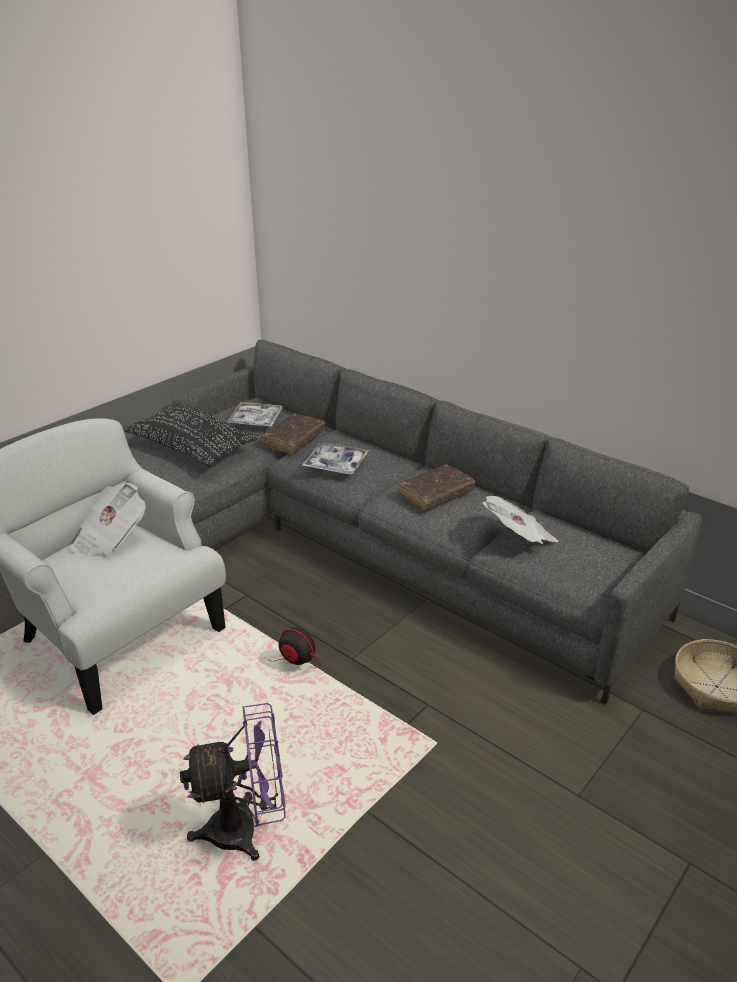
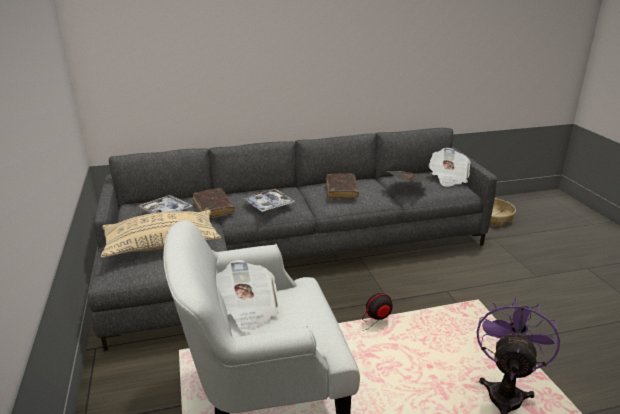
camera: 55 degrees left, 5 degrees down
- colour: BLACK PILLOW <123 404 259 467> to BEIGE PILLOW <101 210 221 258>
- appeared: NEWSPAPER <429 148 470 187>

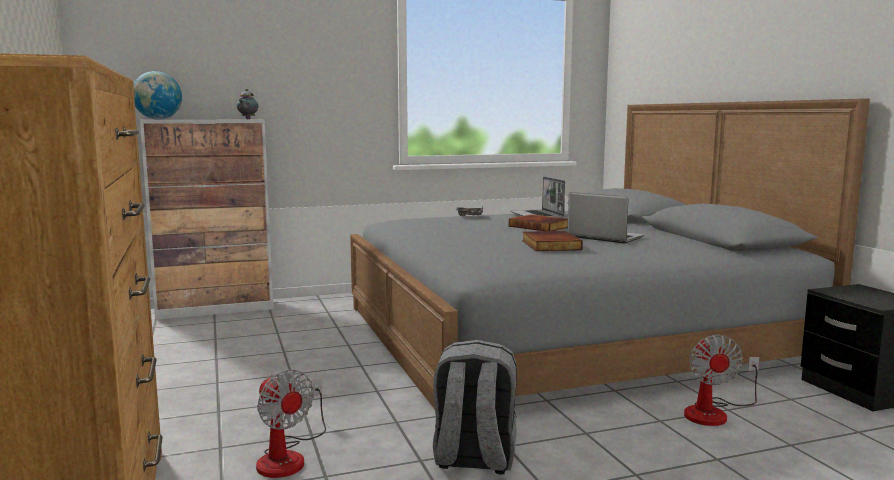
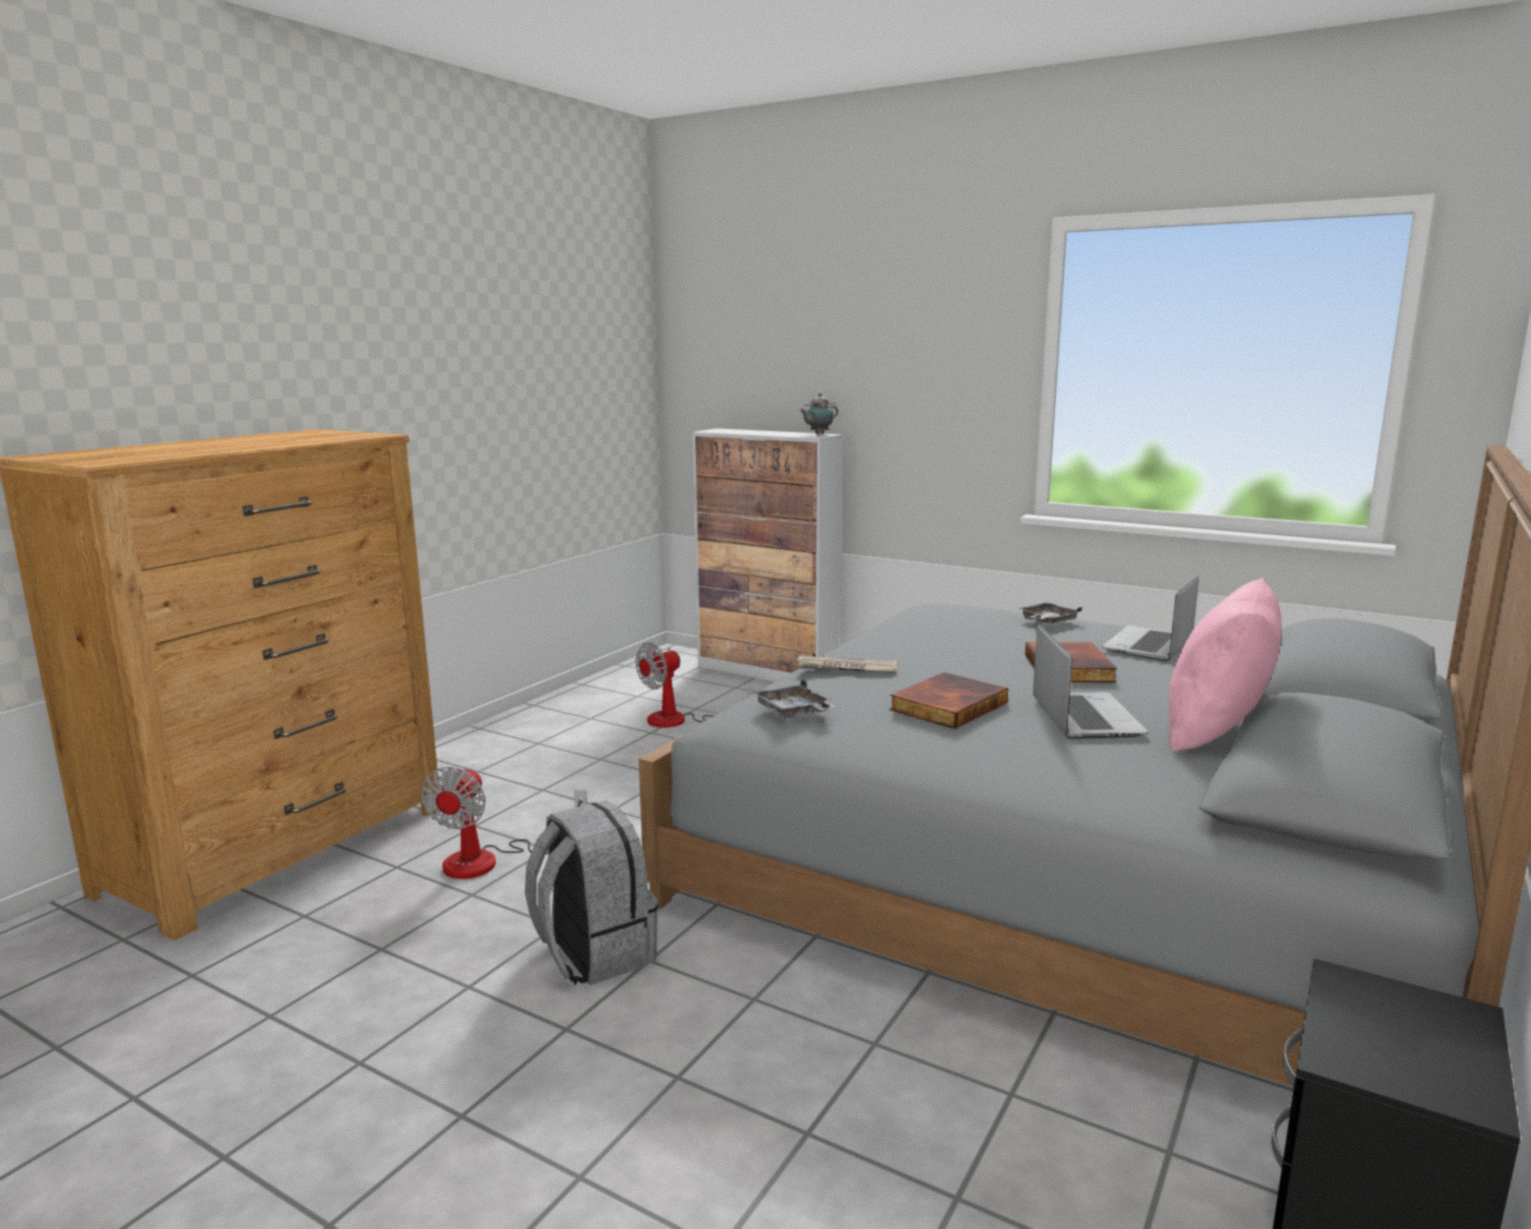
camera: 50 degrees right, 5 degrees up
- missing: GLOBE <134 71 182 119>
- relocated: FAN <684 335 759 426> to <635 642 755 728>
- appeared: PINK PILLOW <1169 578 1281 752>
- appeared: NEWSPAPER <794 656 898 673>
- appeared: GREY TRAY <753 680 837 718>

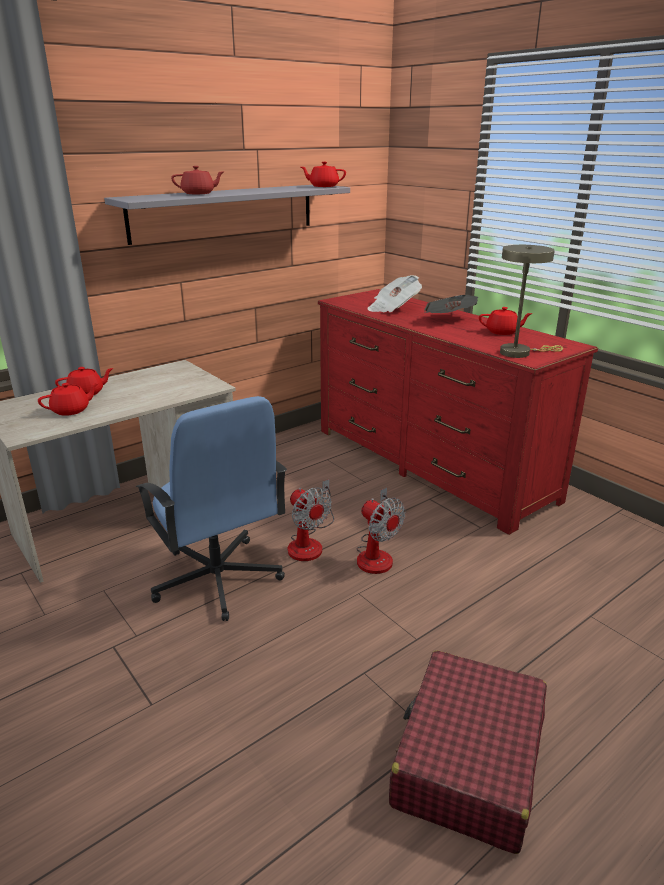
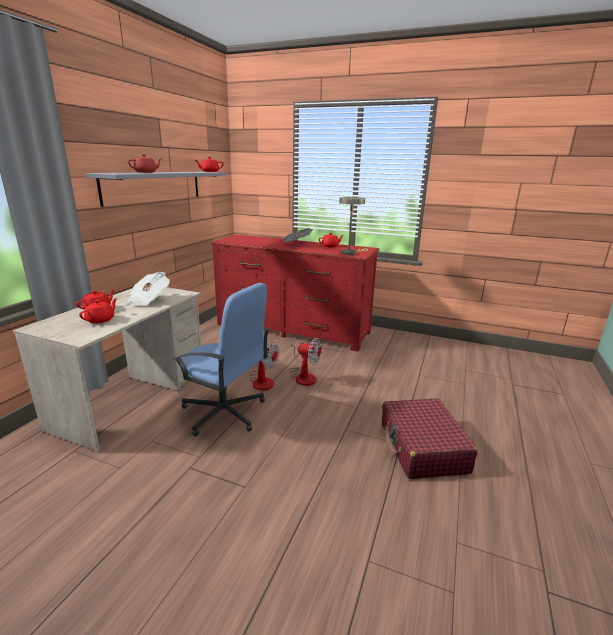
camera: 30 degrees left, 5 degrees down
- relocated: NEWSPAPER <367 275 422 312> to <125 272 170 306>

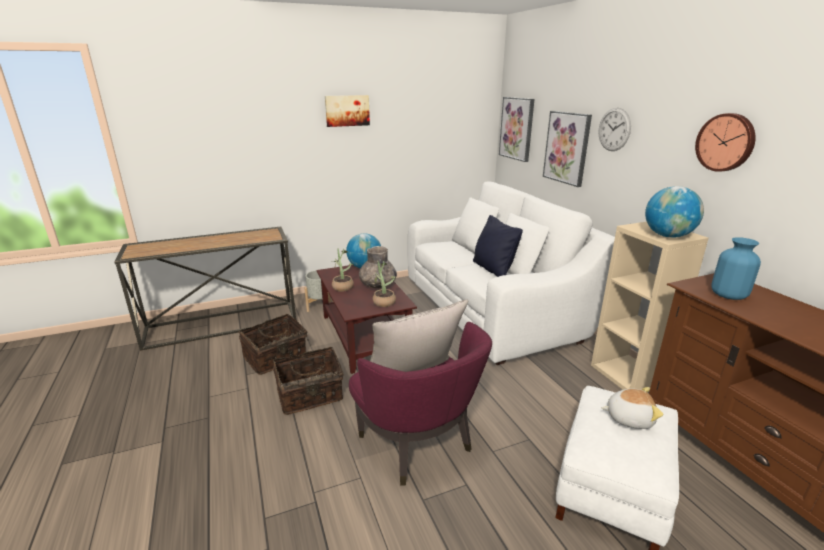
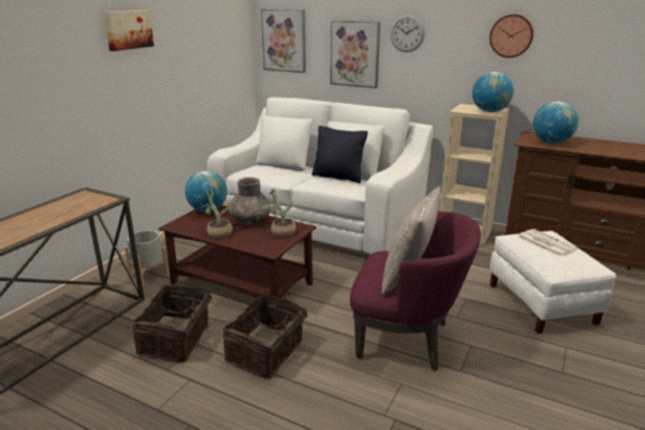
camera: 40 degrees left, 0 degrees up
- exchanged: BLUE VASE <711 237 761 300> to GLOBE <533 101 578 143>
- exchanged: PLUSH TOY <602 387 664 429> to NEWSPAPER <518 229 578 257>

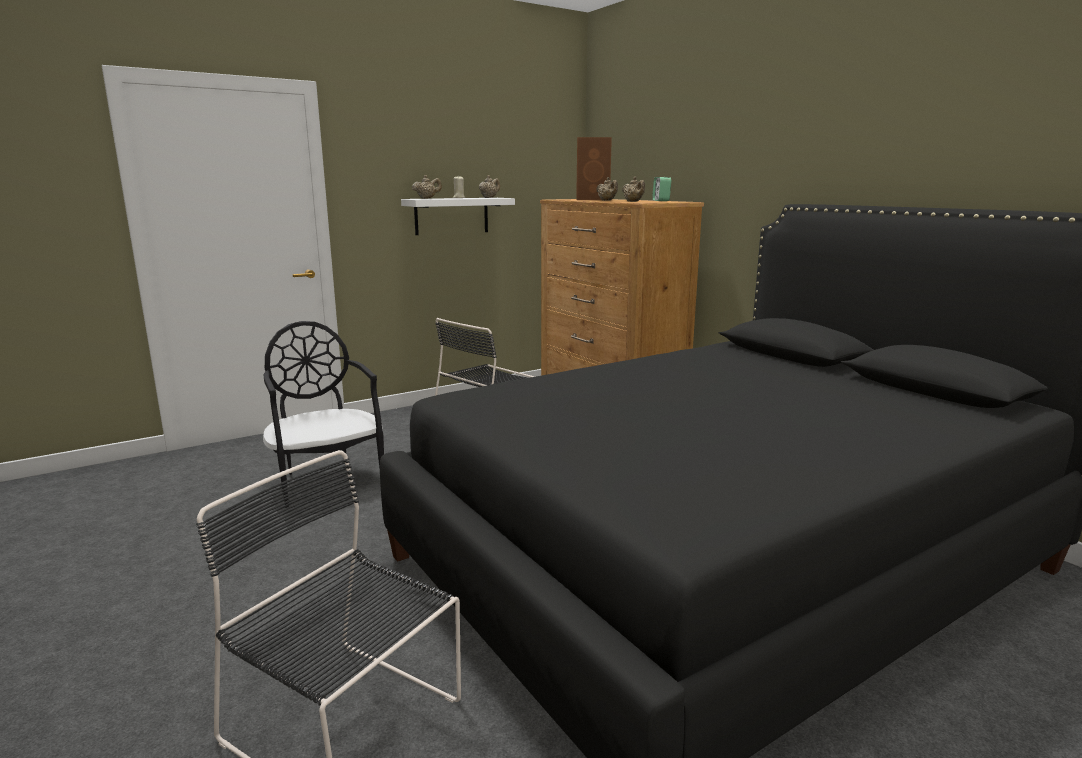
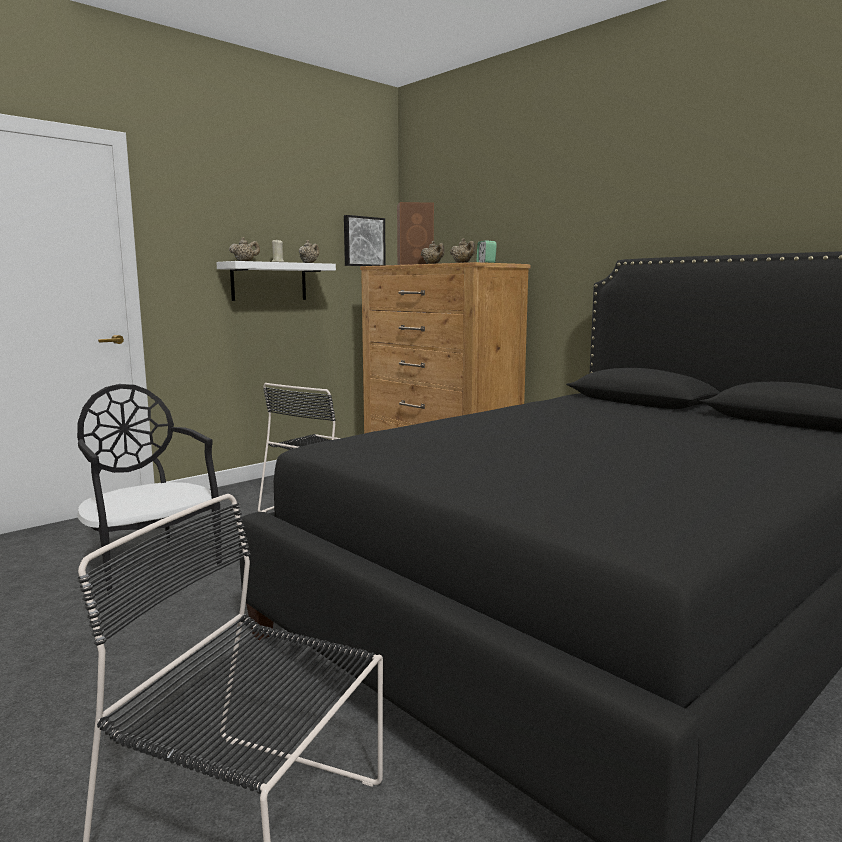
camera: 10 degrees left, 5 degrees down
- appeared: PICTURE <344 215 386 266>

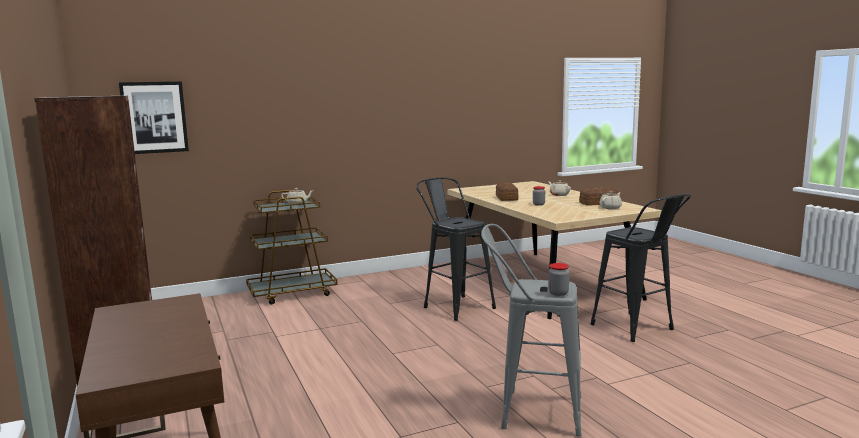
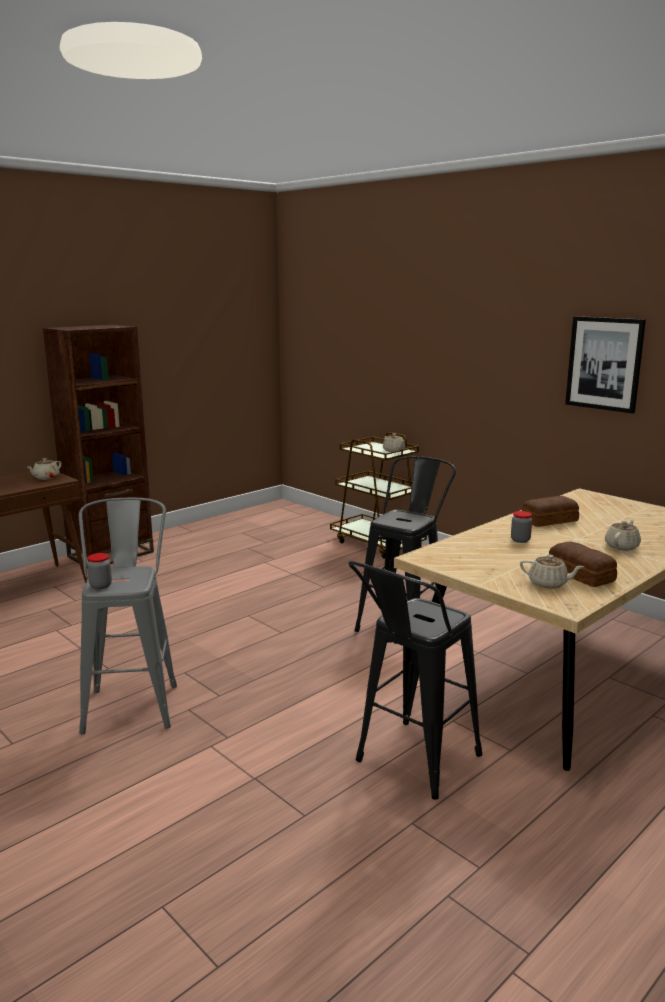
camera: 70 degrees right, 5 degrees up
- relocated: PICTURE <119 81 189 154> to <565 316 646 413>
- appeared: BEIGE TEAPOT <27 458 62 480>

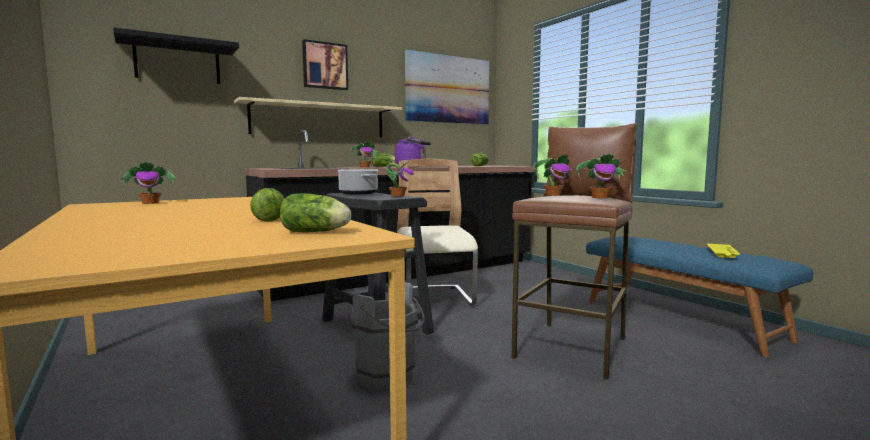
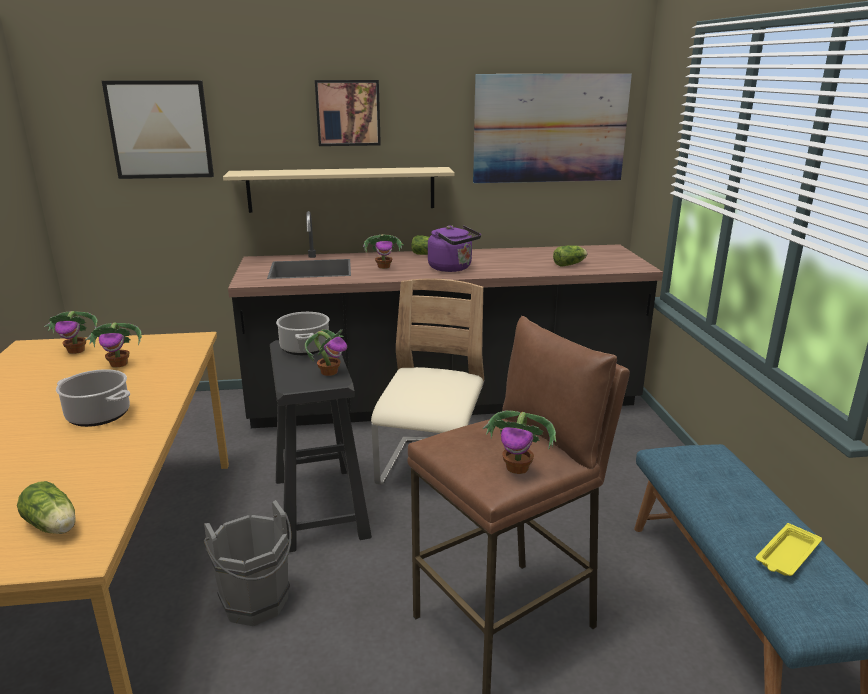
camera: 25 degrees right, 15 degrees up
- exchanged: BLACK SHELF <113 27 239 84> to PICTURE <102 80 214 179>
- relocated: POTTED PLANT <533 154 572 196> to <85 323 142 367>
- missing: LETTUCE <250 188 285 222>
- appeared: COOKING POT <56 369 130 427>

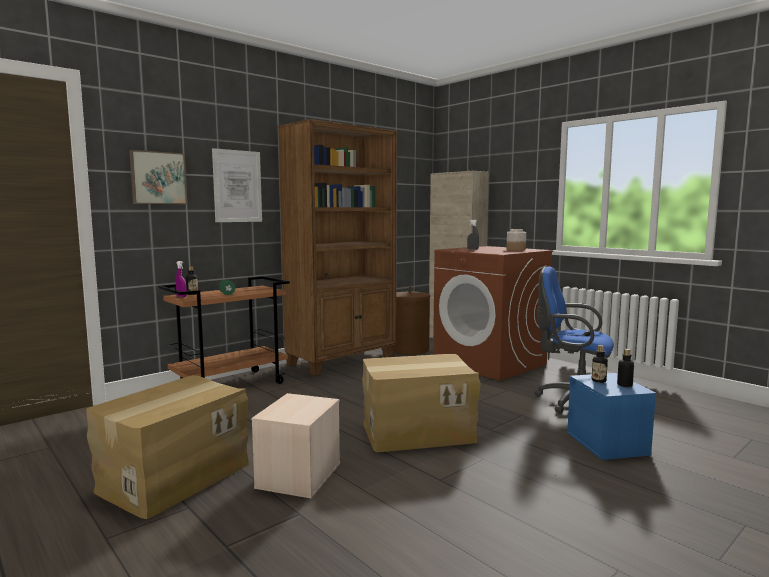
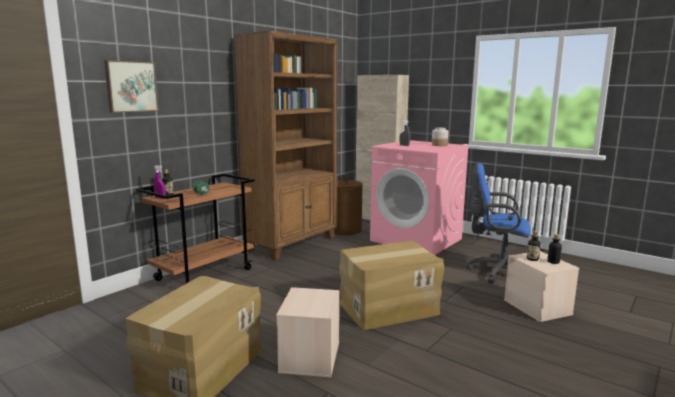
camera: 10 degrees left, 5 degrees up
- missing: PICTURE <212 148 262 222>
- colour: BROWN WASHING MACHINE <433 246 553 381> to PINK WASHING MACHINE <370 140 469 255>
- colour: BLUE STORAGE BOX <567 373 656 460> to BEIGE STORAGE BOX <504 251 579 322>

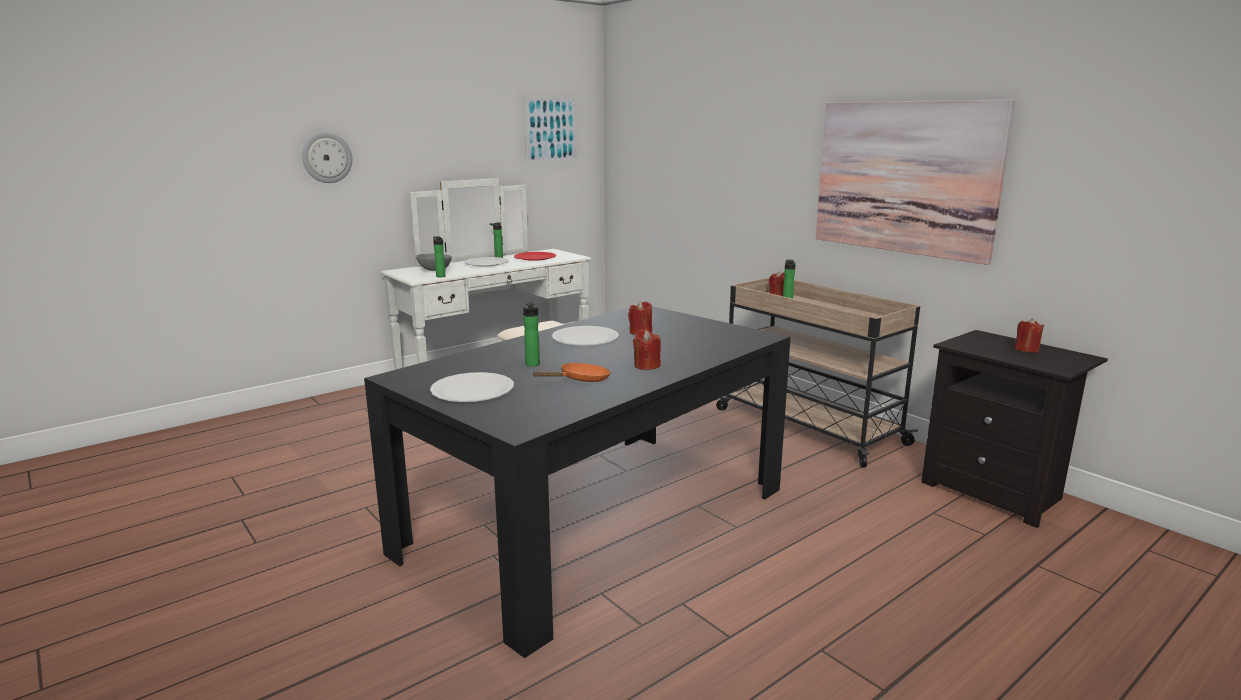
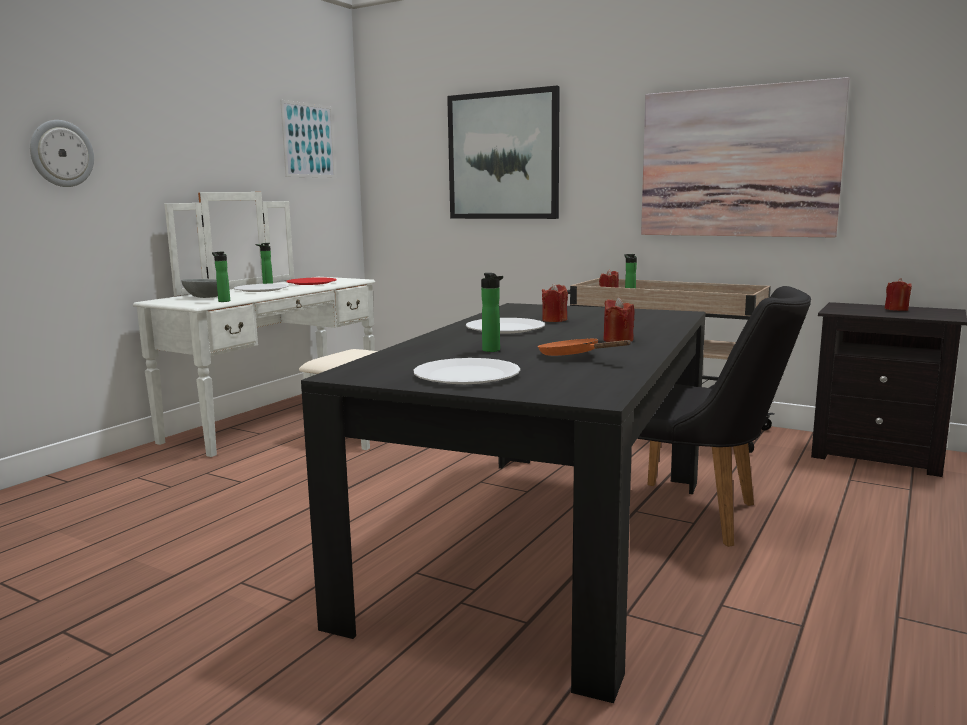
camera: 20 degrees left, 5 degrees down
- spun: ORANGE FRYING PAN <532 363 611 382> = <538 339 631 356> 75 degrees counterclockwise
- appeared: PICTURE <447 86 560 219>
- appeared: BLACK CHAIR <637 286 811 547>

